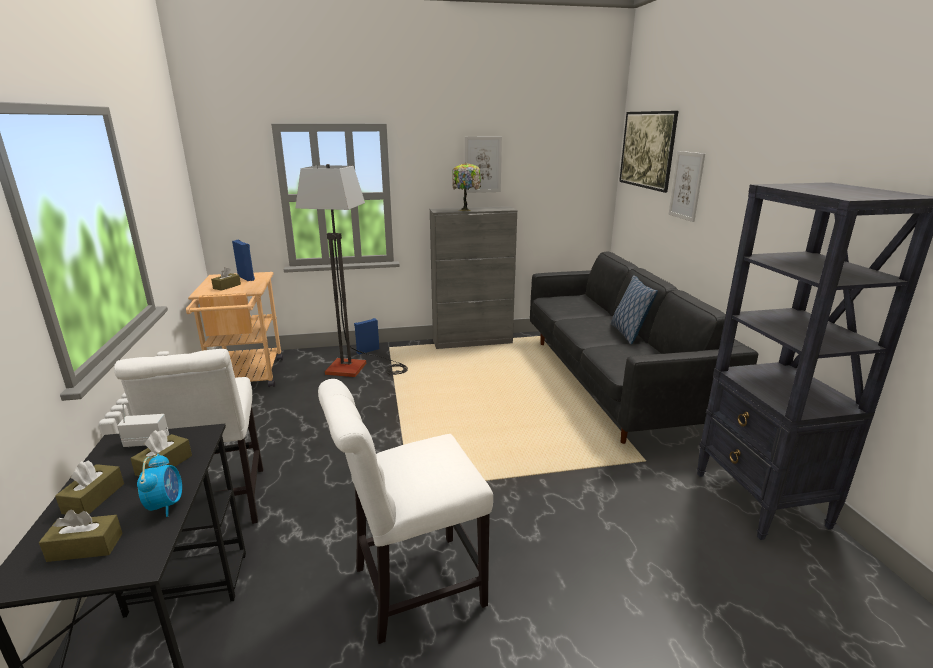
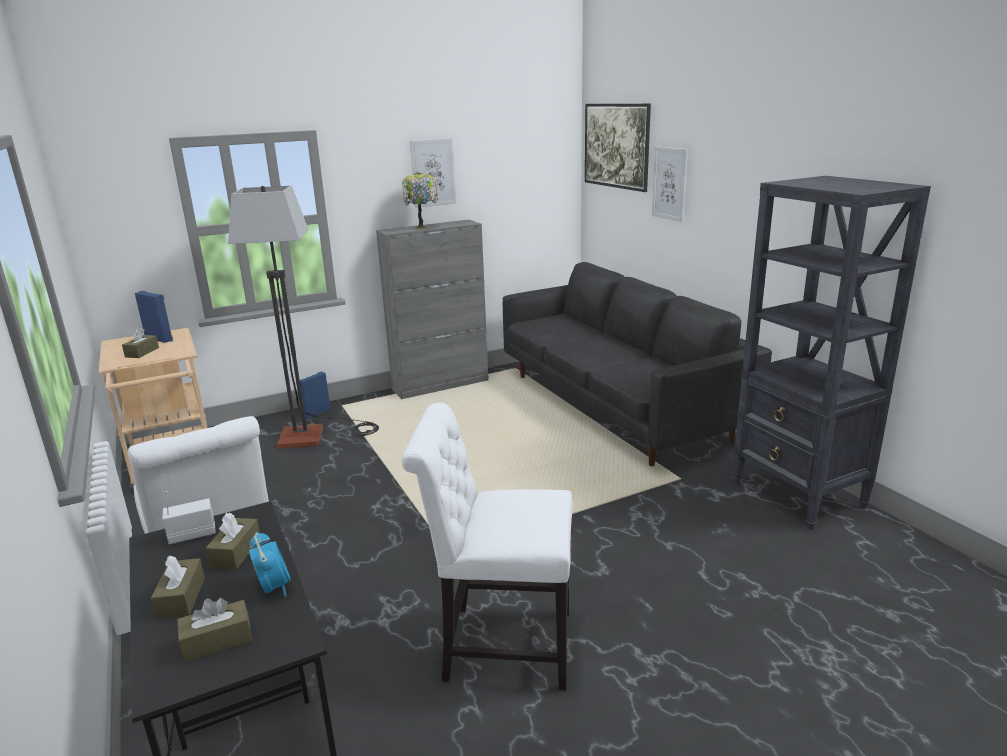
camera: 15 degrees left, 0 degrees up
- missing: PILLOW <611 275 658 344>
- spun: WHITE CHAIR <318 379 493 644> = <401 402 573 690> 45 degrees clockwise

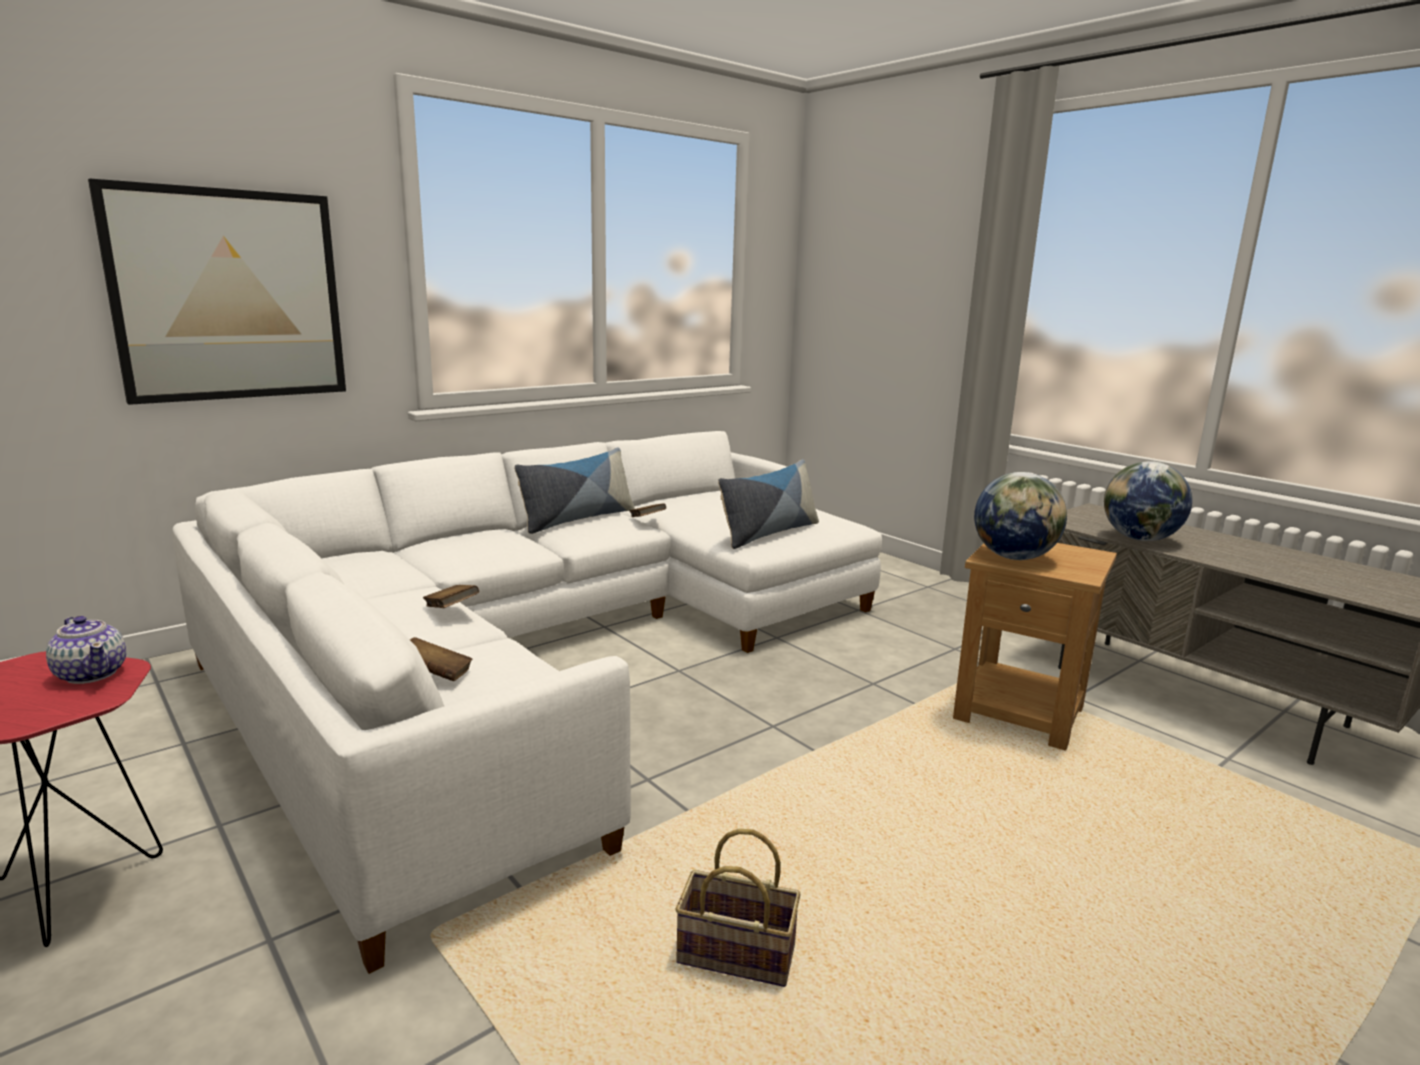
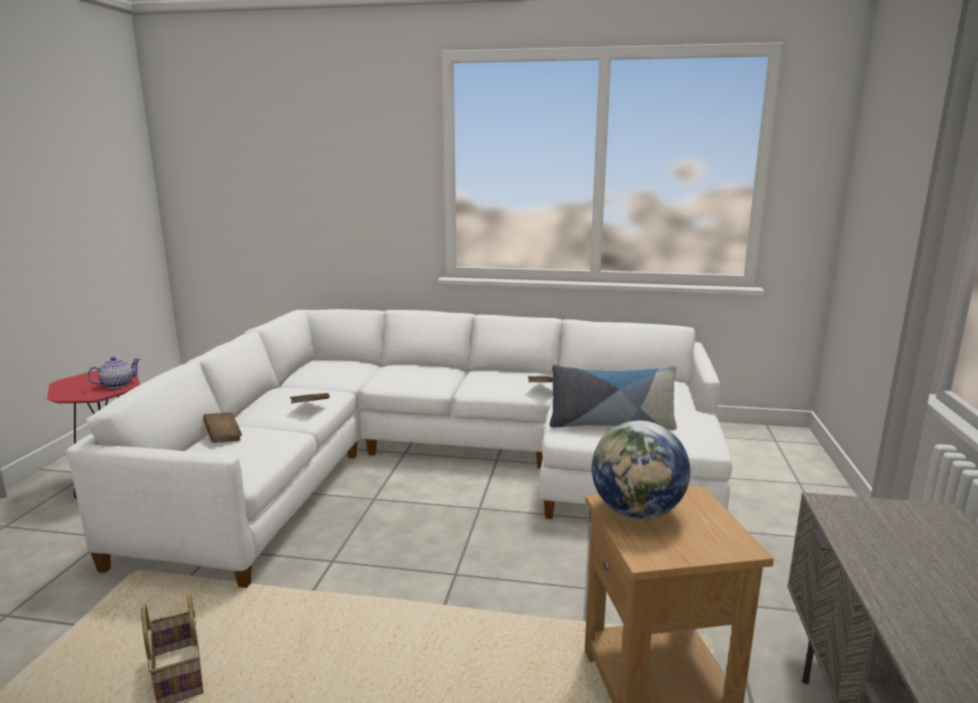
camera: 50 degrees right, 0 degrees up
- missing: PICTURE <88 178 346 405>
- missing: PILLOW <514 447 635 534>
- missing: GLOBE <1104 461 1192 541>
- spun: TEAPOT <46 616 126 684> = <87 356 141 388> 135 degrees counterclockwise

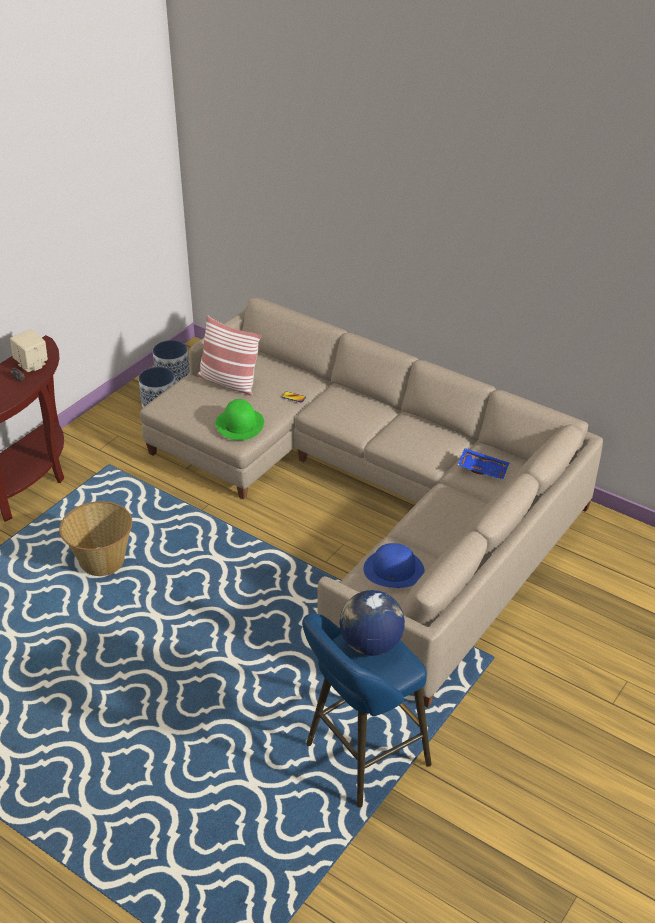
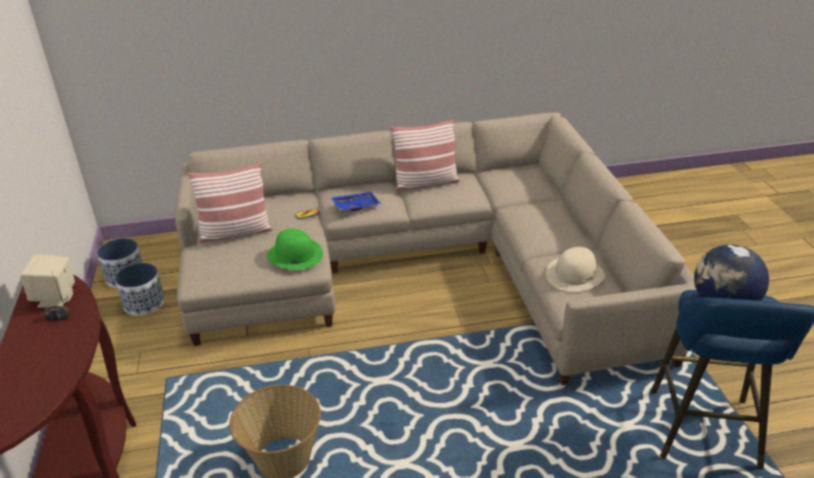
camera: 45 degrees left, 5 degrees down
- relocated: BLUE TRAY <458 448 509 480> to <331 192 381 212>
- colour: BLUE HAT <363 543 425 588> to BEIGE HAT <546 247 605 292>
- appeared: PILLOW <390 119 460 191>

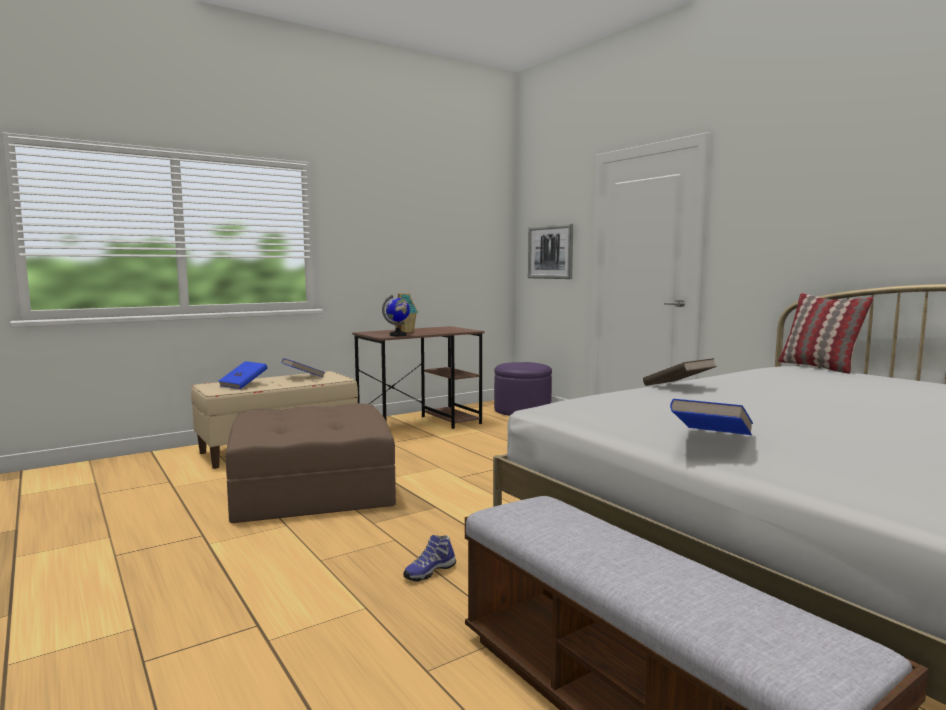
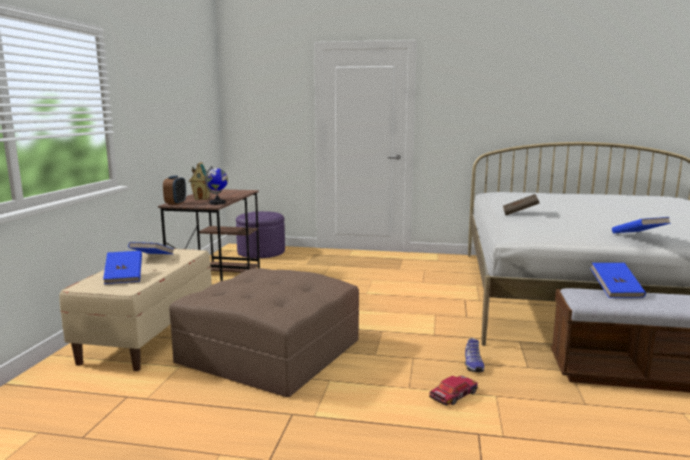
camera: 45 degrees left, 5 degrees up
- missing: PICTURE <528 224 573 279>
- missing: PILLOW <778 293 874 374>
- appeared: ALARM CLOCK <163 176 186 205>
- appeared: BLUE BOOK <590 263 646 298>
- appeared: TOY CAR <429 376 478 406>

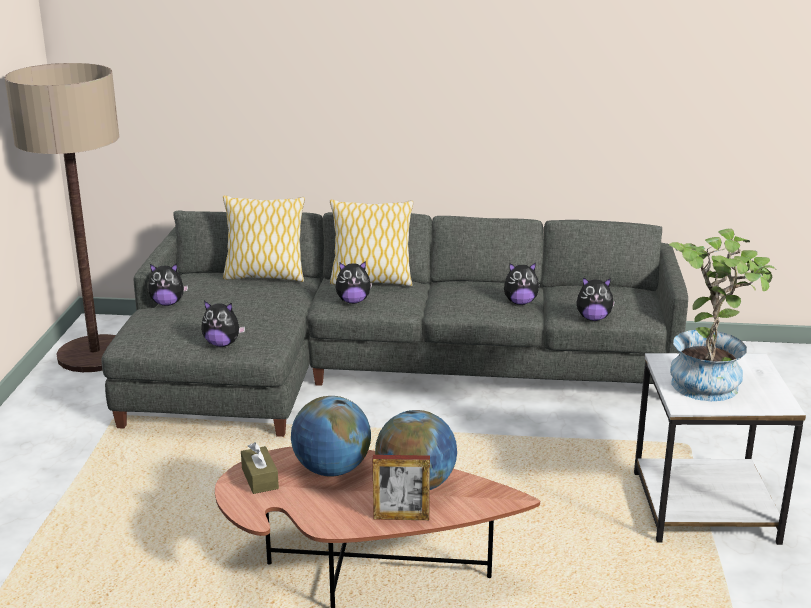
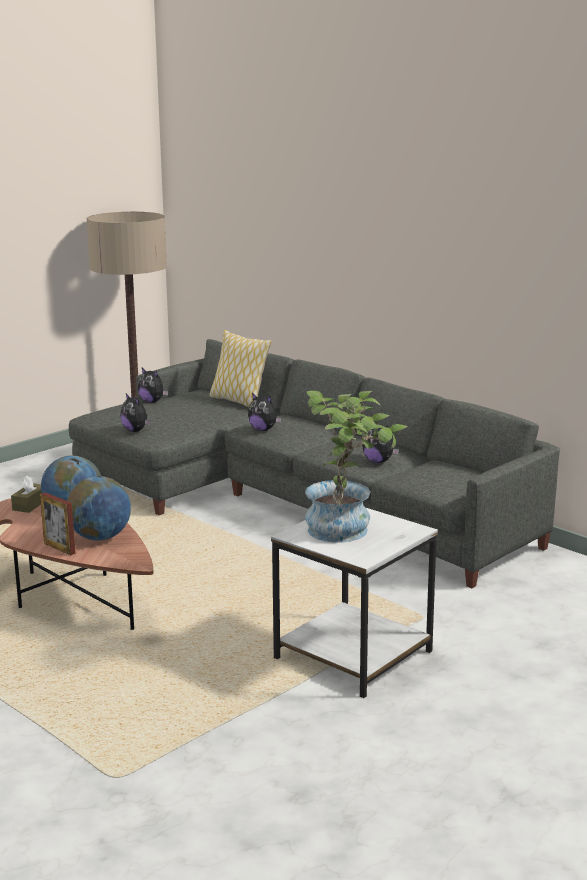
camera: 40 degrees right, 5 degrees down
- missing: PILLOW <330 200 413 286>
- missing: PLUSH TOY <576 277 615 321>

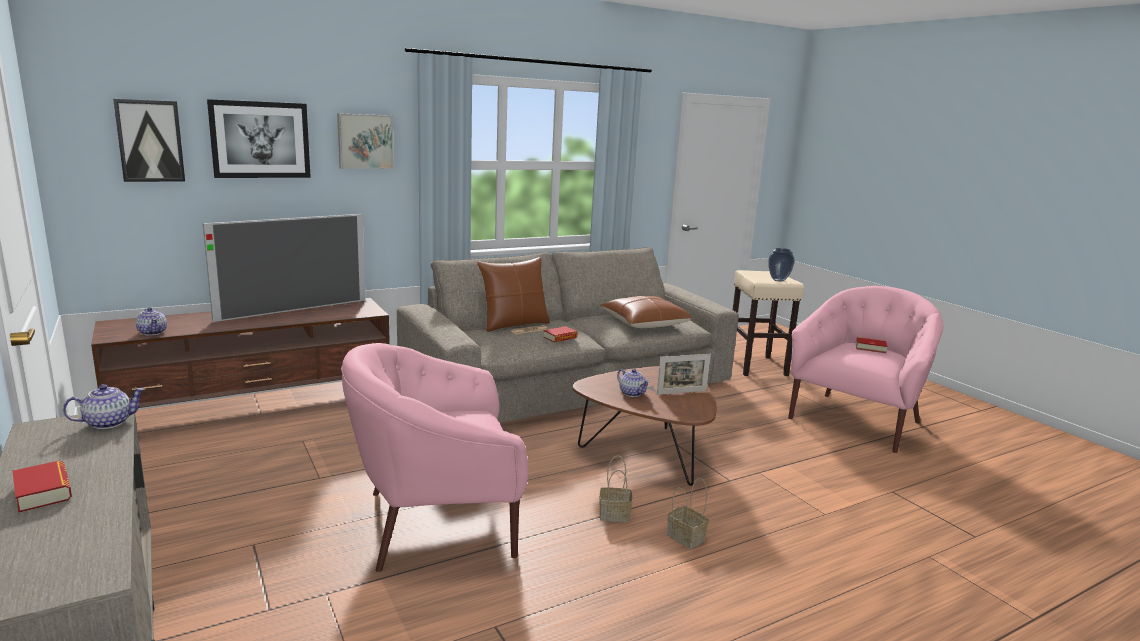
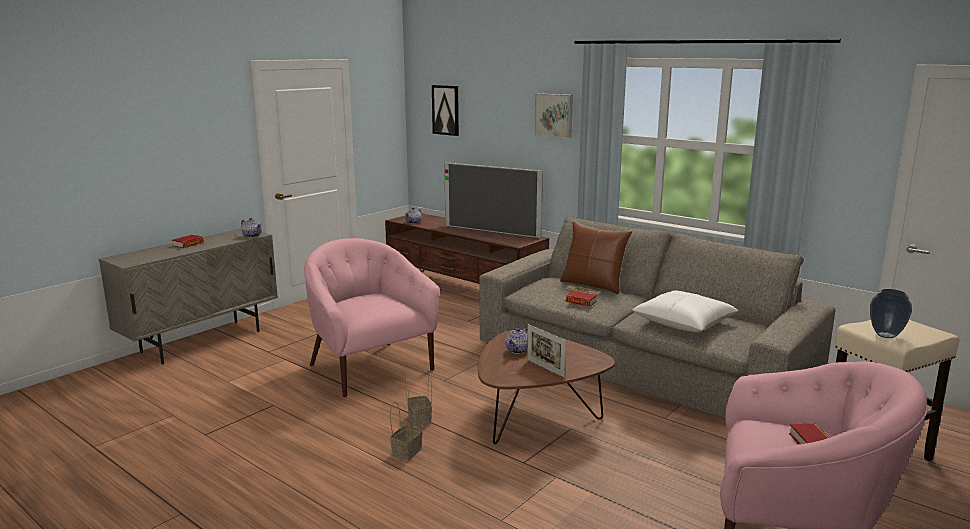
camera: 70 degrees right, 0 degrees up
- missing: PICTURE <207 99 311 178>
- colour: BROWN PILLOW <599 296 693 328> to WHITE PILLOW <633 290 738 333>

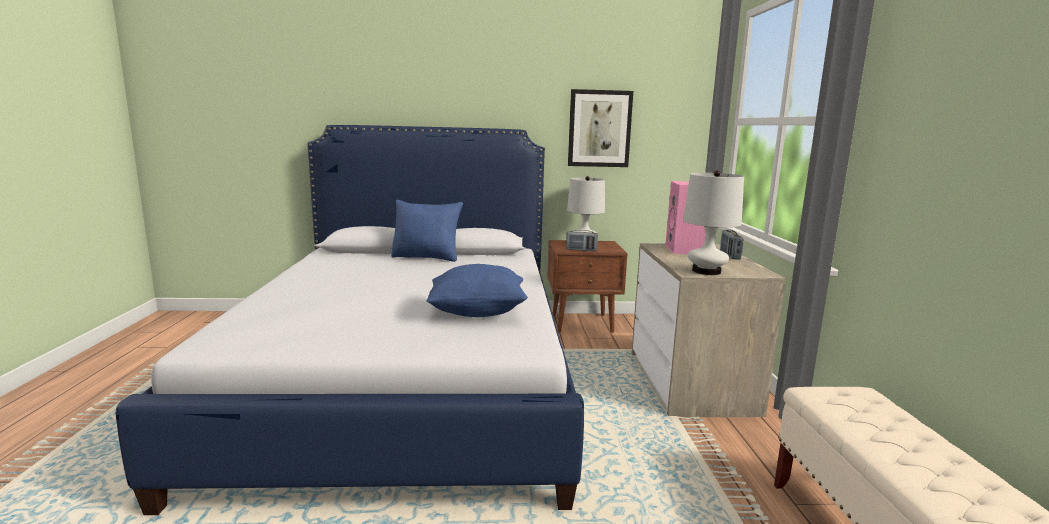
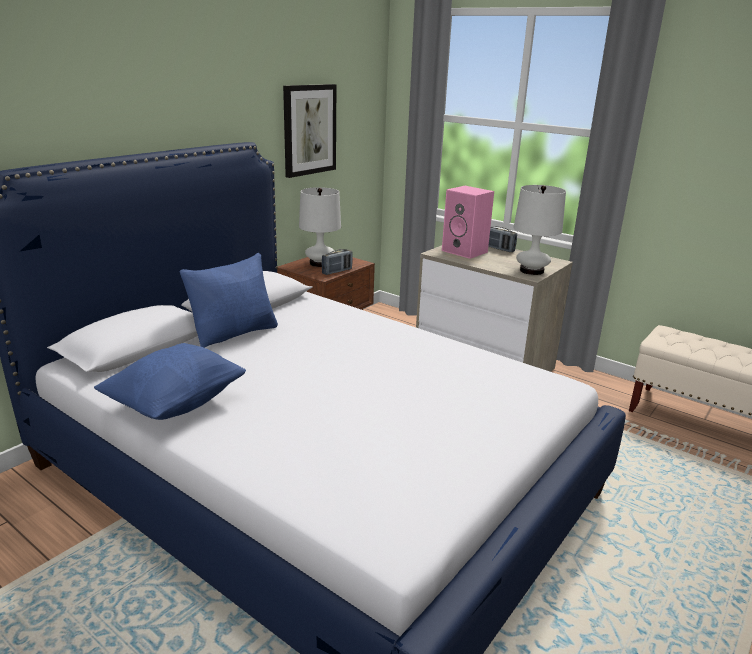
camera: 50 degrees left, 10 degrees up
- relocated: BLUE PILLOW <426 264 528 317> to <94 343 246 420>

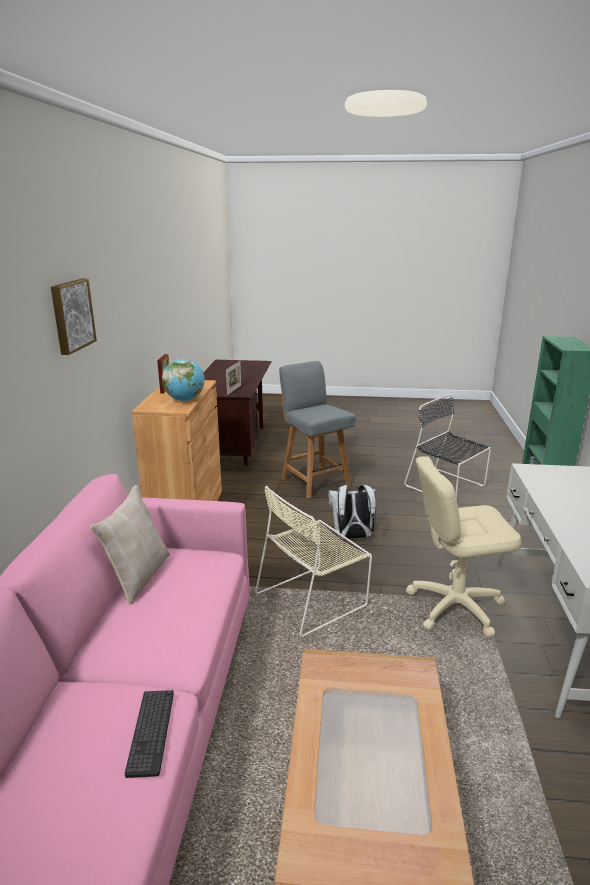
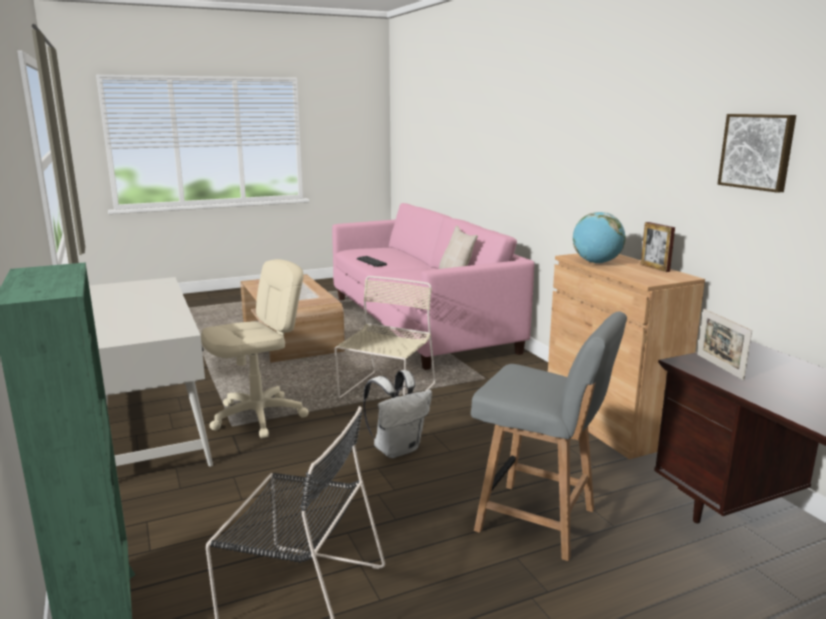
camera: 150 degrees right, 5 degrees down
- relocated: PICTURE <51 279 97 355> to <718 114 796 193>

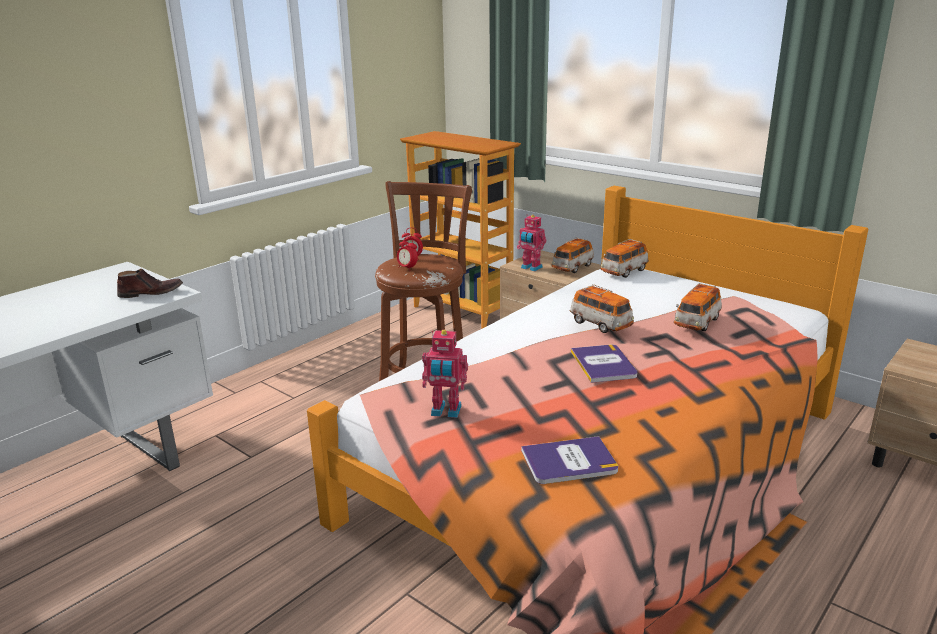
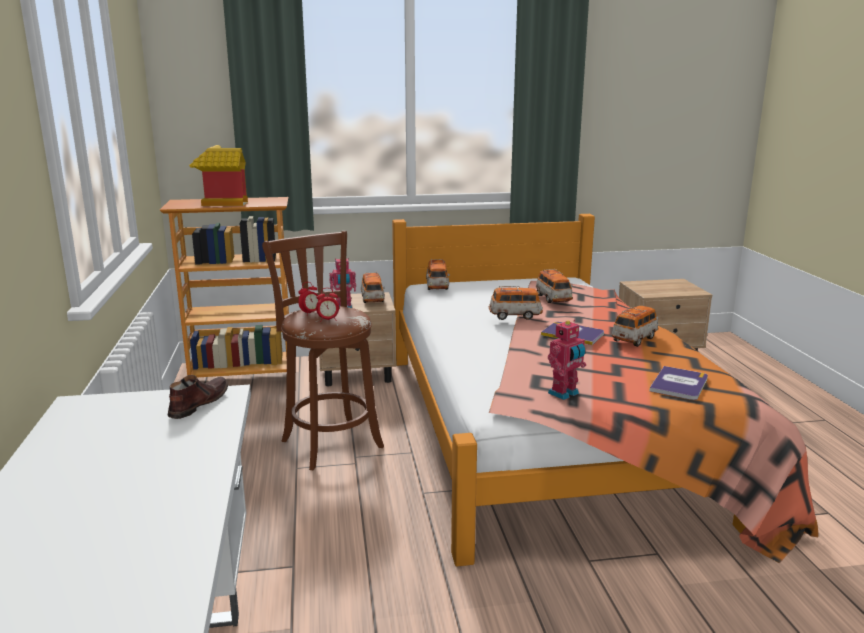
camera: 50 degrees left, 5 degrees down
- appeared: TOY HOUSE <189 145 248 206>
- appeared: TOY CAR <612 306 659 347>

